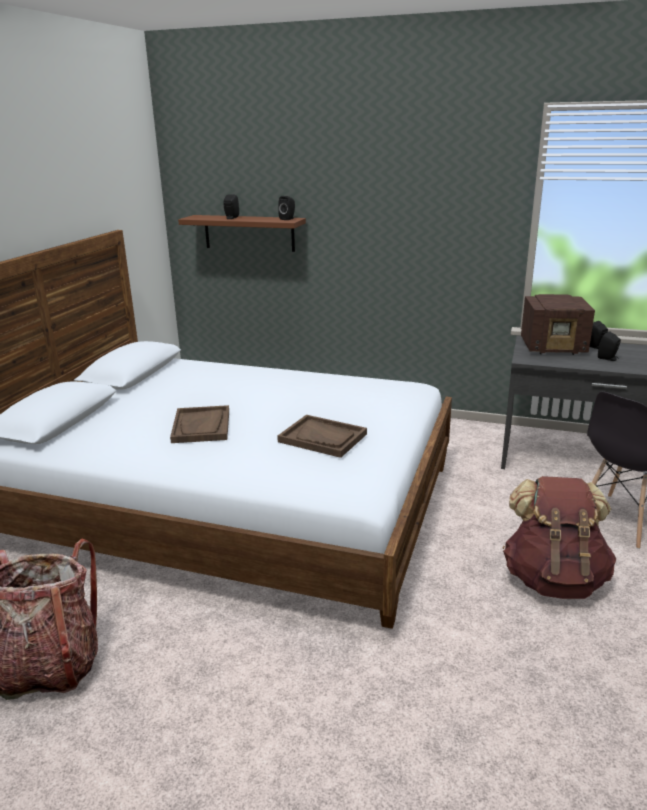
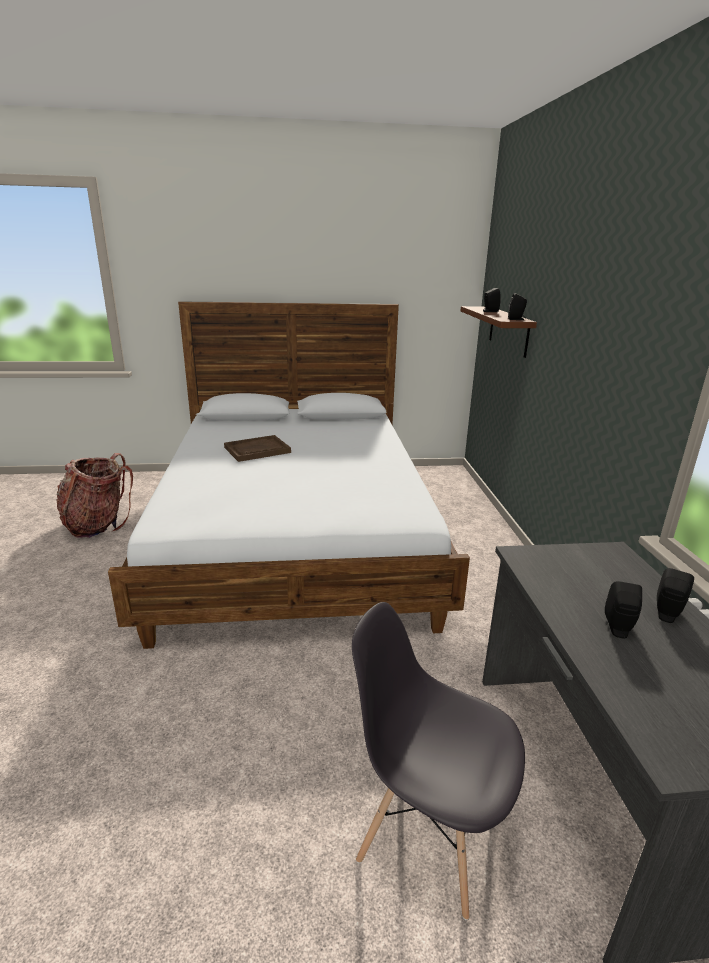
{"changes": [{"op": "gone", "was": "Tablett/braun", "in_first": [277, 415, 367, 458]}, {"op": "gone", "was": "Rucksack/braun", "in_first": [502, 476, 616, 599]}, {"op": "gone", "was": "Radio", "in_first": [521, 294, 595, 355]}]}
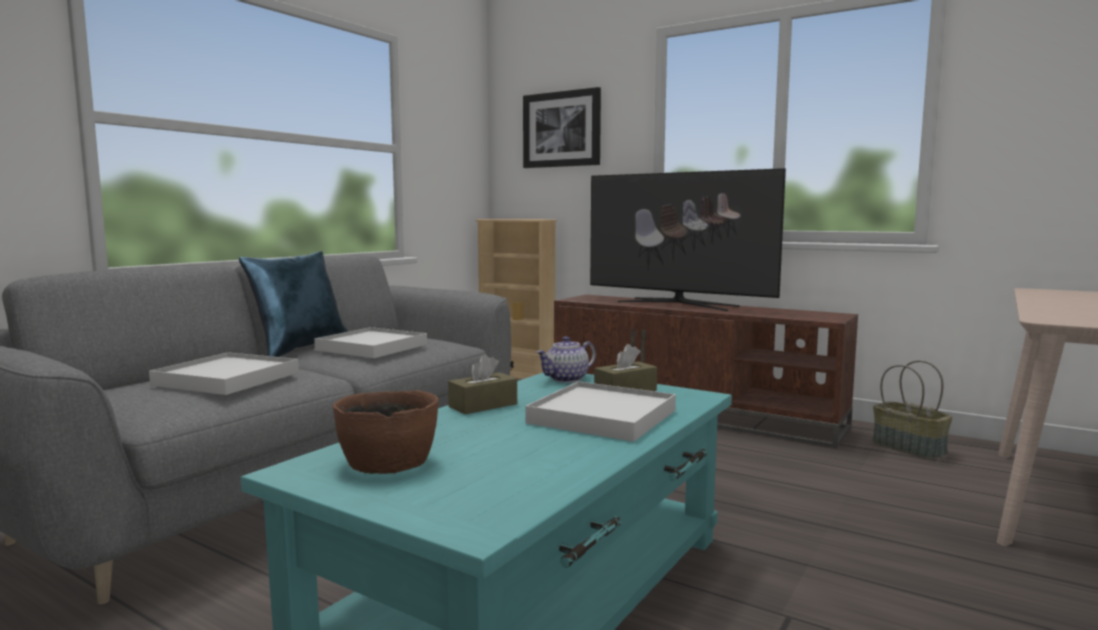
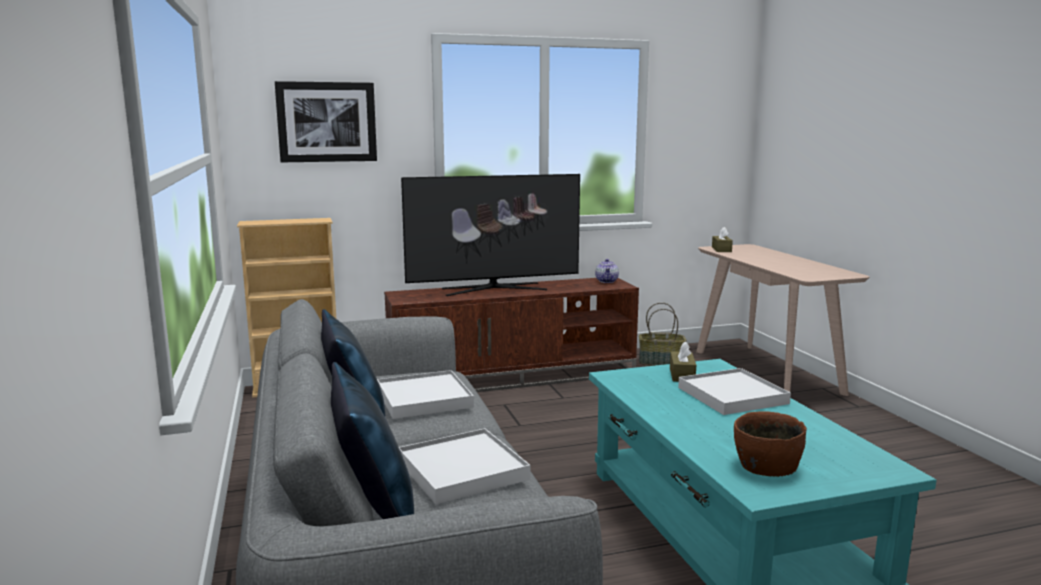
{"changes": [{"op": "new", "now": "Kissen/blau", "in_second": [331, 362, 414, 519]}, {"op": "shifted", "was": "Teekanne", "in_first": [536, 336, 596, 383], "in_second": [595, 259, 619, 283]}, {"op": "shifted", "was": "Taschentuchbox/braun", "in_first": [448, 354, 517, 414], "in_second": [712, 227, 733, 252]}]}
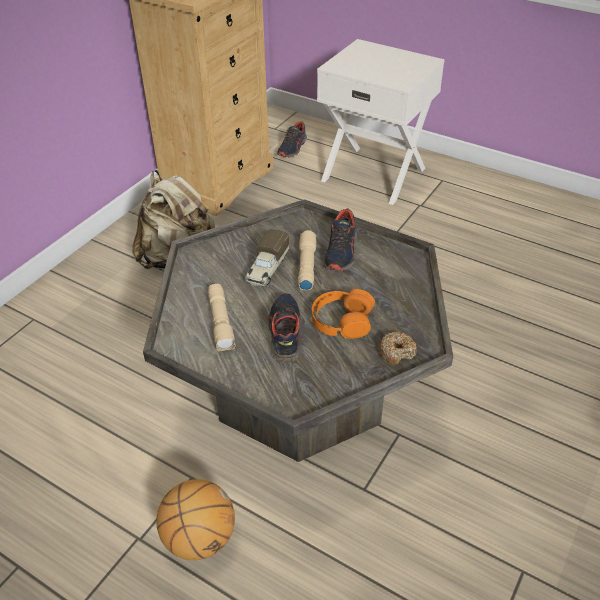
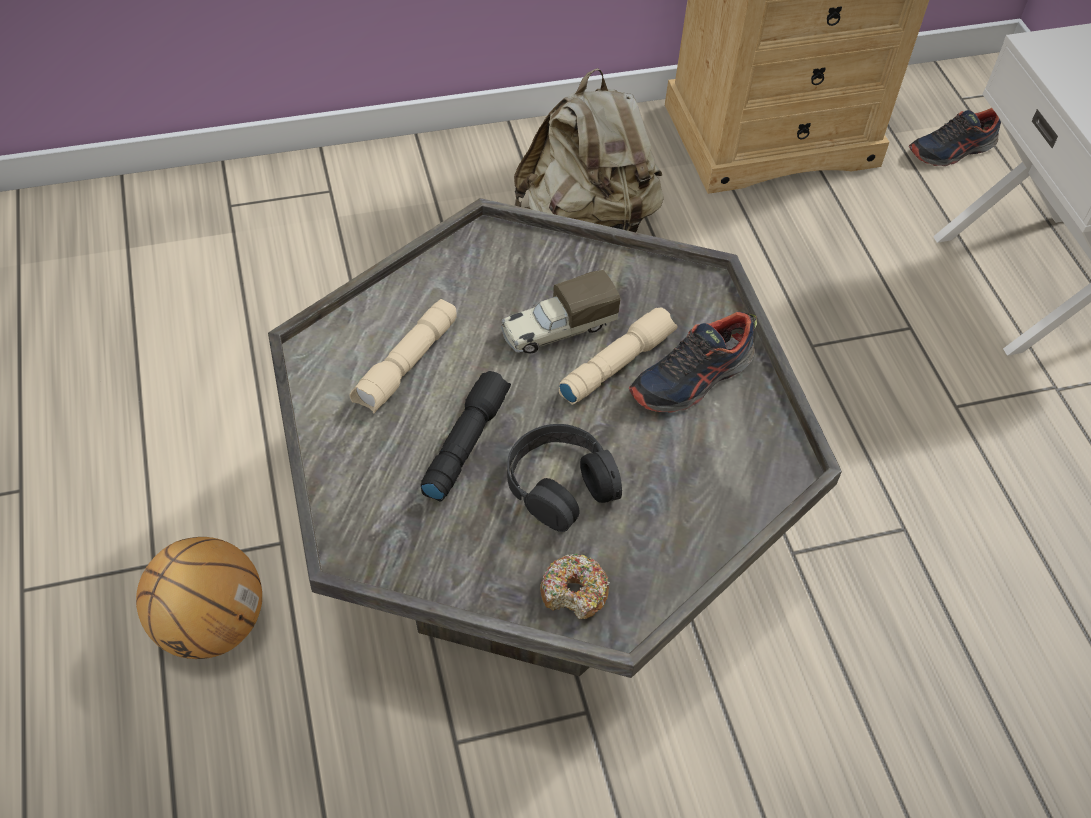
{"changes": [{"op": "swapped", "was": "Schuh", "now": "Taschenlampe/schwarz", "in_first": [268, 293, 300, 363], "in_second": [421, 371, 511, 502]}, {"op": "repainted", "was": "Kopfhörer/orange", "now": "Kopfhörer/schwarz", "in_first": [312, 289, 375, 339], "in_second": [507, 424, 622, 532]}]}
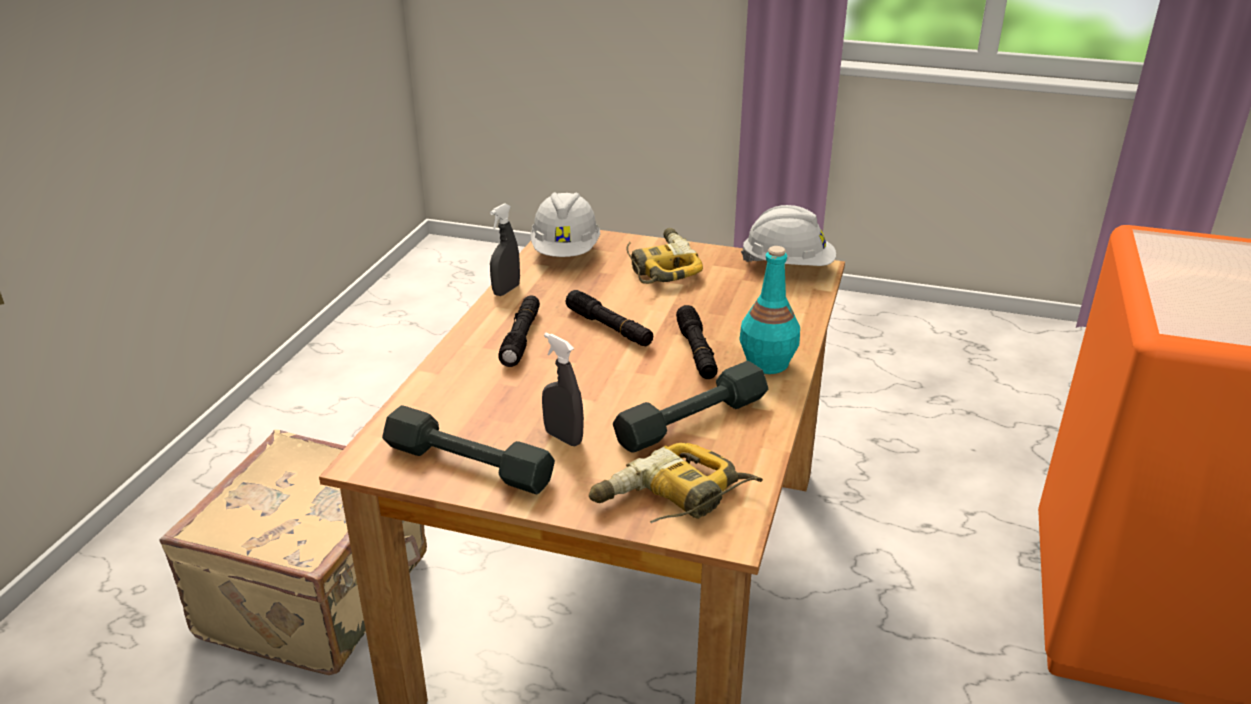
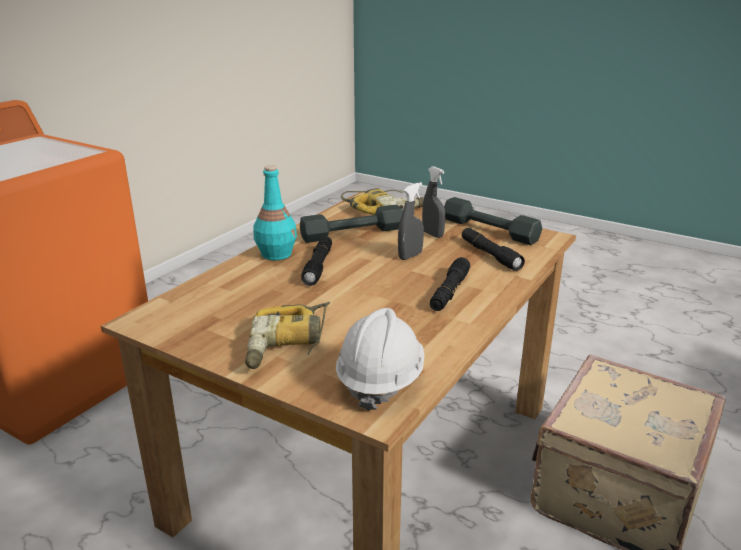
{"changes": [{"op": "shifted", "was": "Sprühflasche/grau", "in_first": [490, 203, 520, 296], "in_second": [398, 182, 424, 260]}, {"op": "shifted", "was": "Taschenlampe/schwarz", "in_first": [566, 290, 653, 346], "in_second": [462, 228, 525, 271]}, {"op": "gone", "was": "Schutzhelm/weiß", "in_first": [741, 205, 836, 266]}]}
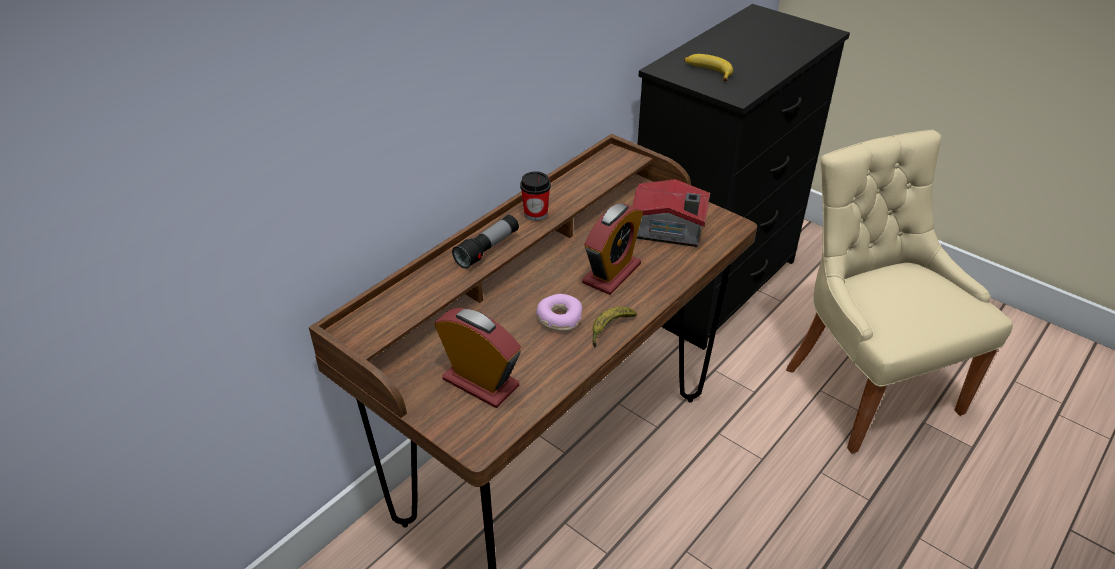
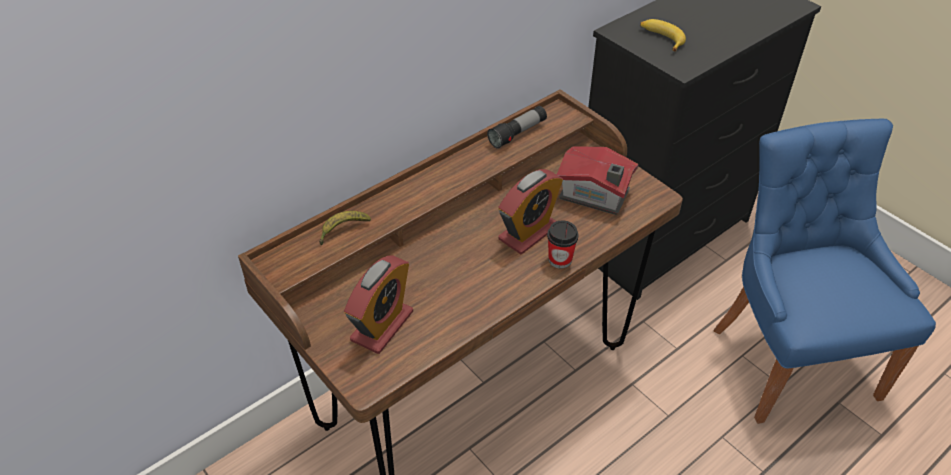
{"changes": [{"op": "shifted", "was": "Banane", "in_first": [592, 307, 637, 348], "in_second": [319, 211, 371, 245]}, {"op": "rotated", "was": "Wecker", "in_first": [434, 308, 521, 408], "in_second": [344, 255, 413, 354], "clockwise": 75}, {"op": "shifted", "was": "Taschenlampe", "in_first": [452, 215, 519, 269], "in_second": [487, 106, 547, 149]}, {"op": "shifted", "was": "Tasse", "in_first": [520, 171, 551, 221], "in_second": [547, 220, 578, 269]}, {"op": "repainted", "was": "Stuhl/beige", "now": "Stuhl/blau", "in_first": [786, 130, 1013, 454], "in_second": [714, 119, 936, 424]}, {"op": "gone", "was": "Donut", "in_first": [536, 294, 582, 331]}]}
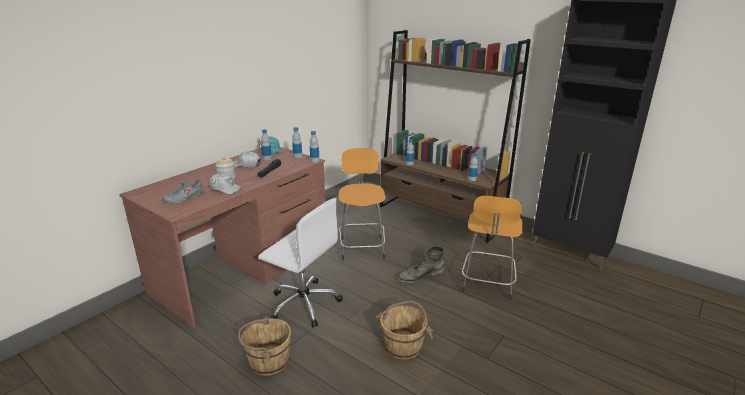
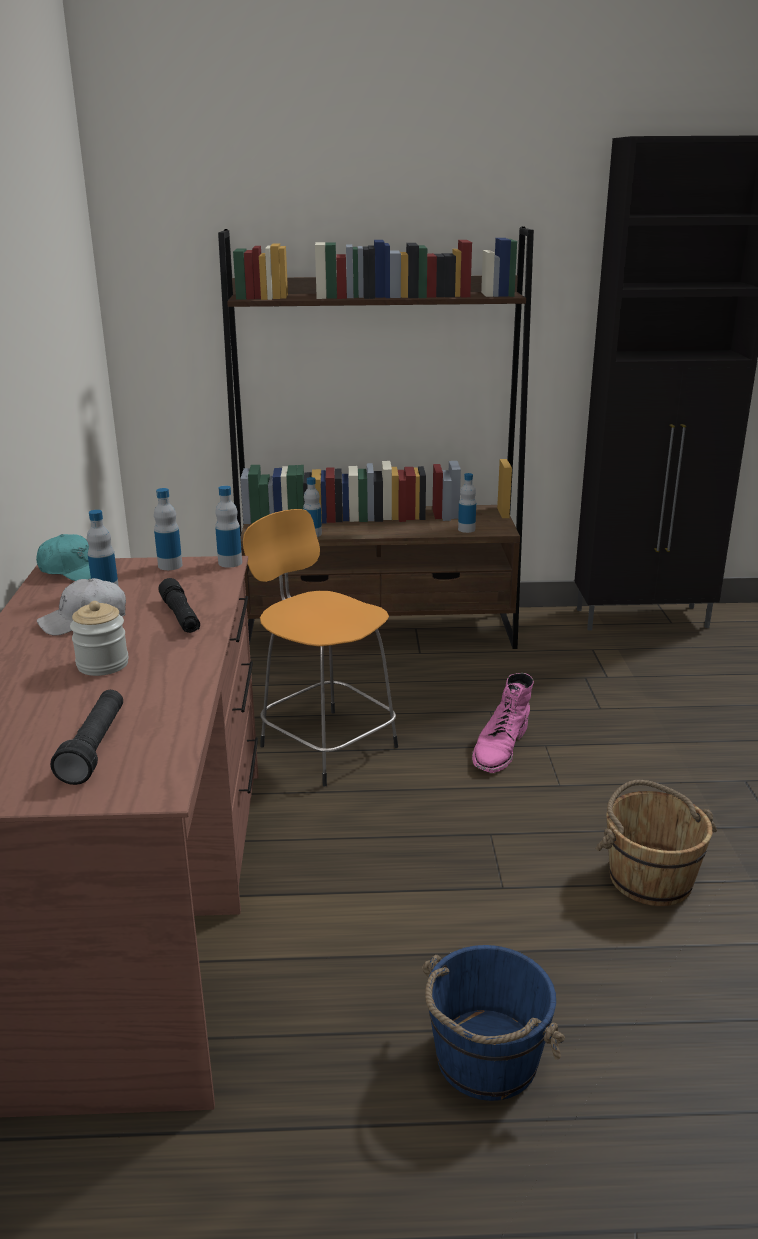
{"changes": [{"op": "swapped", "was": "Schuh/grau", "now": "Taschenlampe/schwarz", "in_first": [163, 179, 204, 204], "in_second": [50, 690, 123, 785]}, {"op": "repainted", "was": "Eimer/braun", "now": "Eimer/blau", "in_first": [238, 316, 291, 376], "in_second": [422, 945, 565, 1101]}, {"op": "repainted", "was": "Stiefel/grün", "now": "Stiefel/rosa", "in_first": [398, 246, 444, 283], "in_second": [472, 673, 534, 773]}, {"op": "gone", "was": "Kappe/weiß", "in_first": [209, 173, 243, 194]}, {"op": "gone", "was": "Bürostuhl/weiß", "in_first": [258, 198, 343, 328]}, {"op": "gone", "was": "Hocker/orange", "in_first": [462, 196, 523, 300]}]}
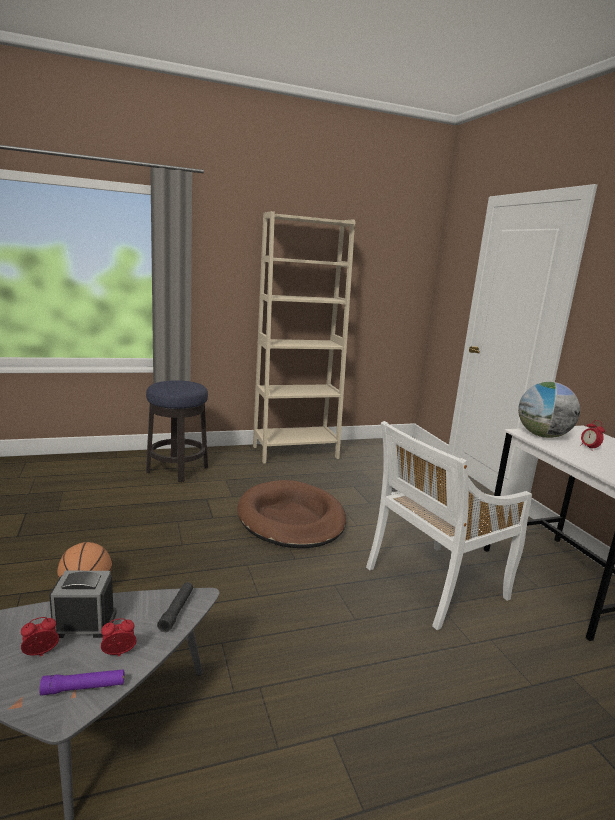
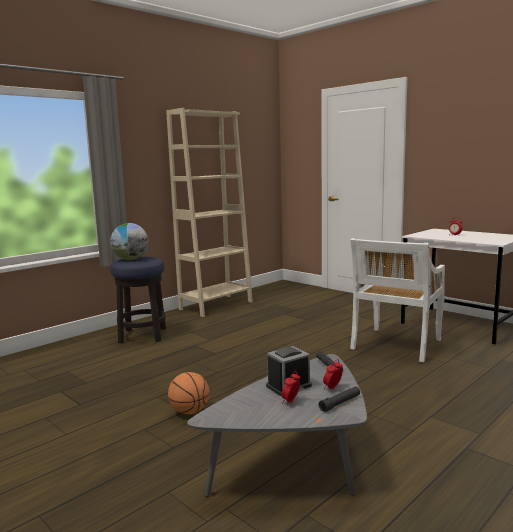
{"changes": [{"op": "shifted", "was": "Globus", "in_first": [518, 382, 580, 438], "in_second": [110, 223, 149, 260]}, {"op": "repainted", "was": "Taschenlampe/lila", "now": "Taschenlampe/schwarz", "in_first": [39, 669, 124, 696], "in_second": [319, 386, 360, 412]}, {"op": "gone", "was": "Hundebett/braun", "in_first": [237, 480, 346, 548]}]}
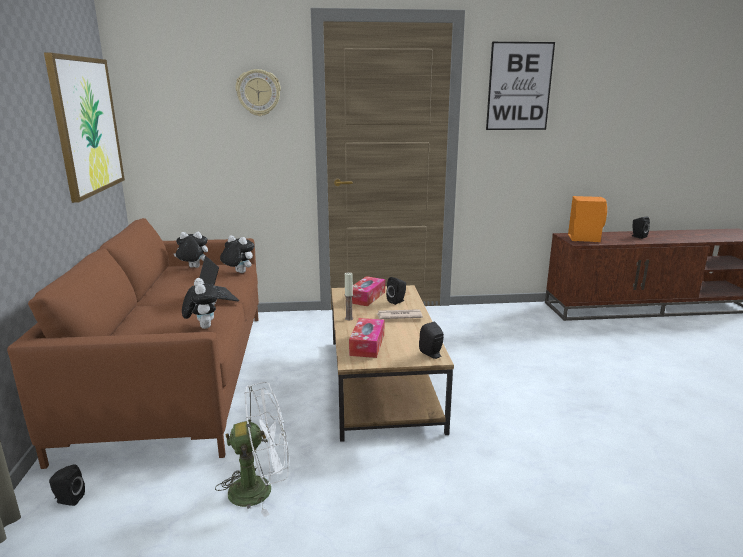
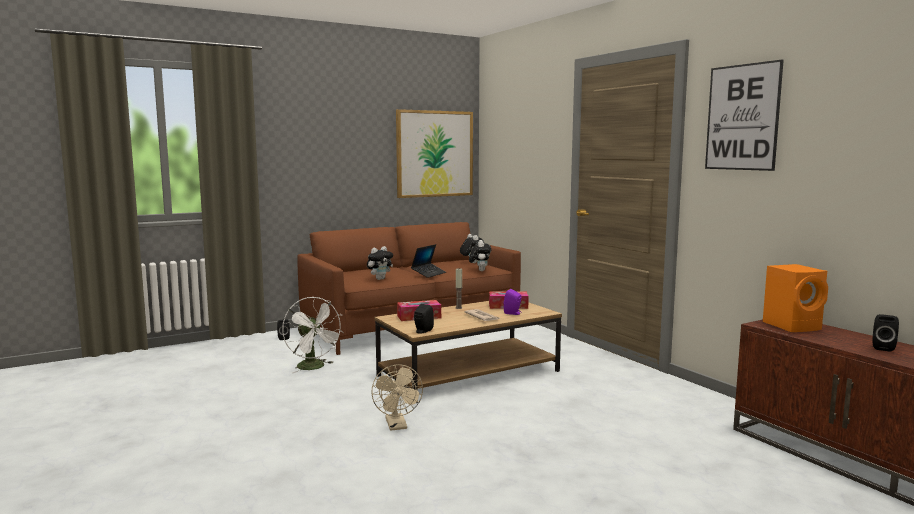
{"changes": [{"op": "new", "now": "Ventilator/beige", "in_second": [371, 364, 423, 431]}, {"op": "repainted", "was": "Lautsprecher/schwarz", "now": "Lautsprecher/lila", "in_first": [386, 277, 406, 305], "in_second": [504, 289, 522, 315]}, {"op": "gone", "was": "Wanduhr", "in_first": [236, 69, 281, 116]}]}
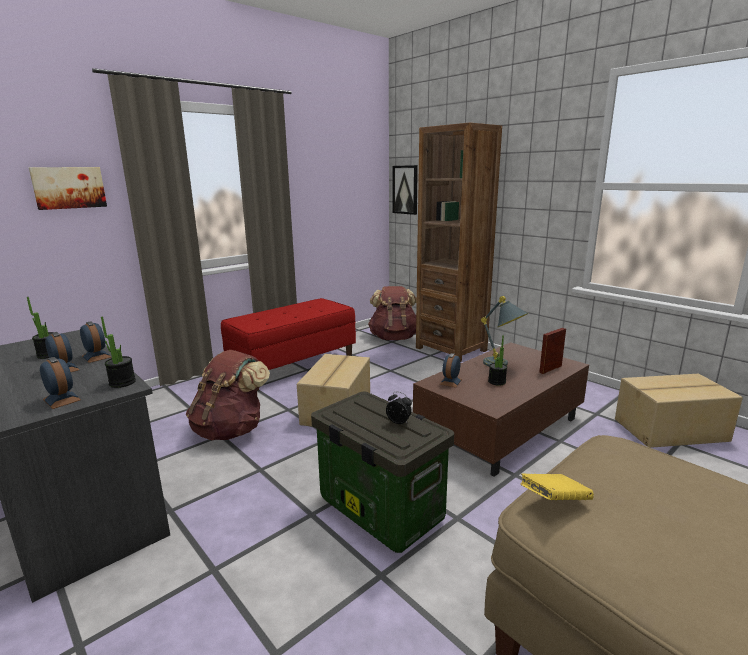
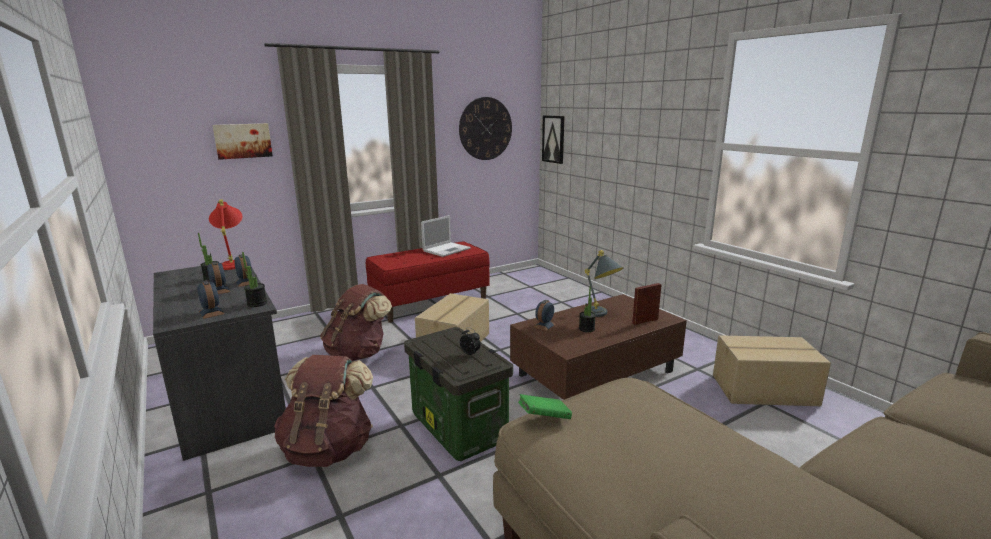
{"changes": [{"op": "new", "now": "Tischlampe/rot", "in_second": [209, 199, 243, 270]}, {"op": "shifted", "was": "Rucksack/braun", "in_first": [368, 286, 417, 340], "in_second": [274, 355, 373, 467]}, {"op": "new", "now": "Laptop", "in_second": [421, 215, 471, 257]}, {"op": "new", "now": "Wanduhr", "in_second": [459, 97, 512, 160]}, {"op": "repainted", "was": "Buch/gelb", "now": "Buch/grün", "in_first": [520, 474, 594, 500], "in_second": [518, 394, 572, 419]}, {"op": "gone", "was": "Bücherregal/braun", "in_first": [416, 123, 502, 362]}]}
